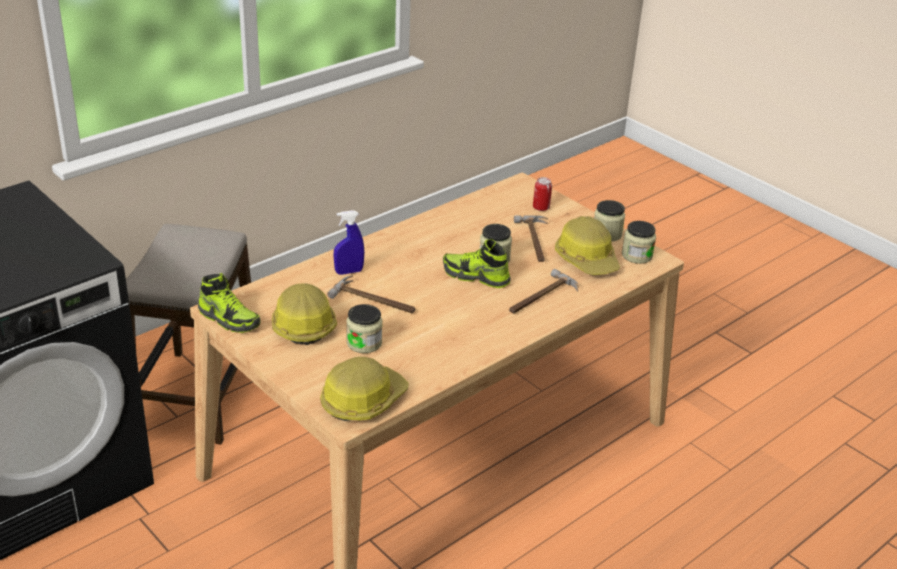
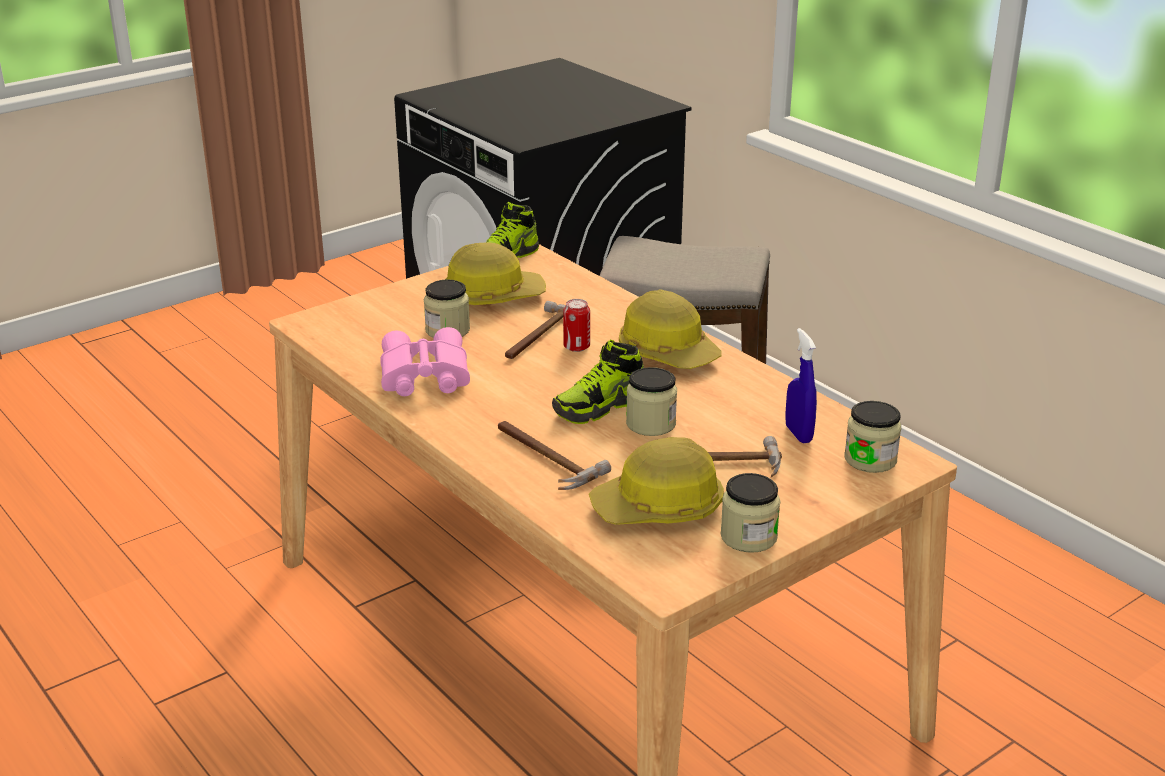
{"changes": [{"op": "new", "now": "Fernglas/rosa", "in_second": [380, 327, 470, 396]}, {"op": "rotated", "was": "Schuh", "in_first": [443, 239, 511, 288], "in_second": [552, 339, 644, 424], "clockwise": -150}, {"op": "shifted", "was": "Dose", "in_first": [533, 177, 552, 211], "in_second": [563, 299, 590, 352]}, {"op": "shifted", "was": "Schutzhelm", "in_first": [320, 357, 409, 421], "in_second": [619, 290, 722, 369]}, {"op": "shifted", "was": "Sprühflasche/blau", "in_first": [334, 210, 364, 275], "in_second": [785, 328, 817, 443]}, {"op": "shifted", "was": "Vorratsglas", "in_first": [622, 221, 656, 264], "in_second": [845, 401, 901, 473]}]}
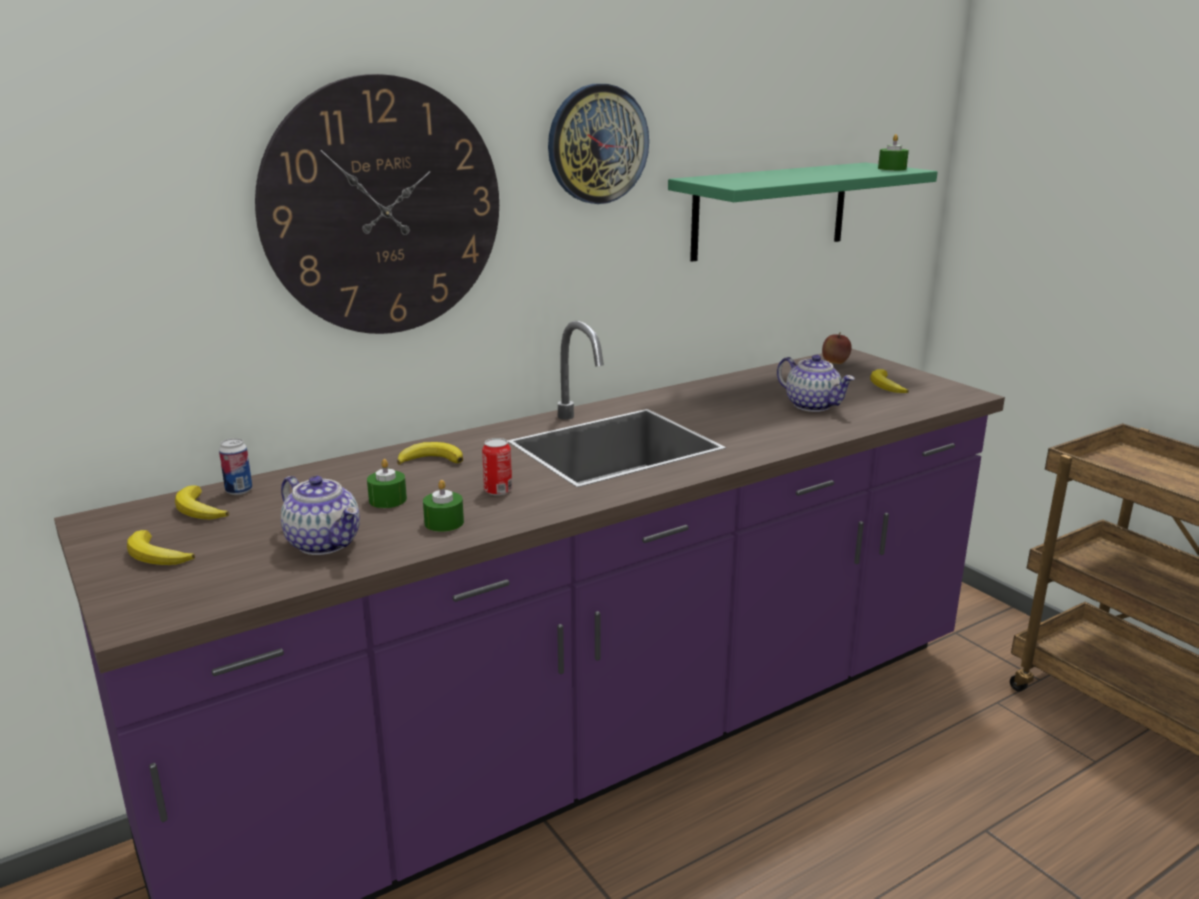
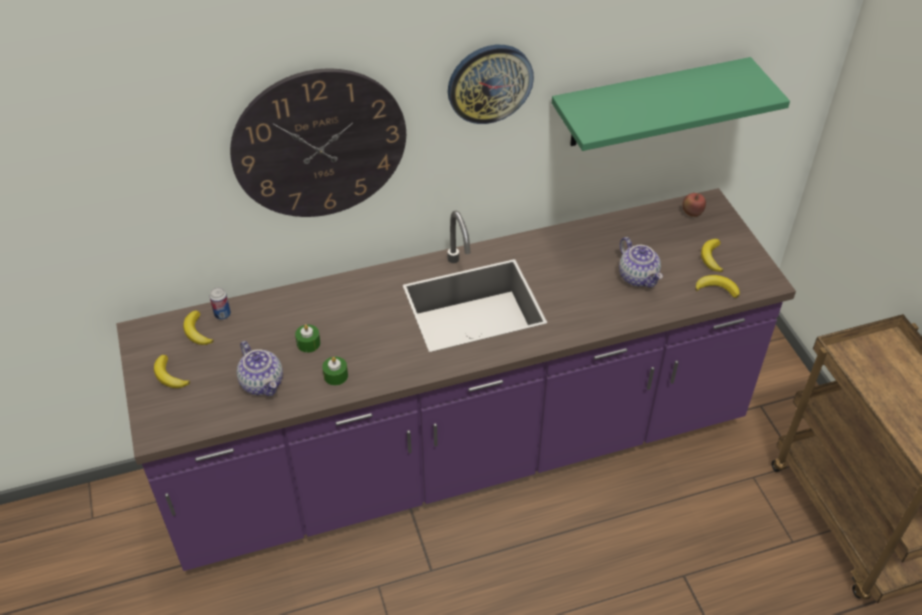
{"changes": [{"op": "shifted", "was": "Banane", "in_first": [397, 442, 463, 465], "in_second": [695, 275, 740, 298]}, {"op": "gone", "was": "Dose", "in_first": [482, 438, 512, 496]}, {"op": "gone", "was": "Kerze/grün", "in_first": [878, 134, 909, 170]}]}
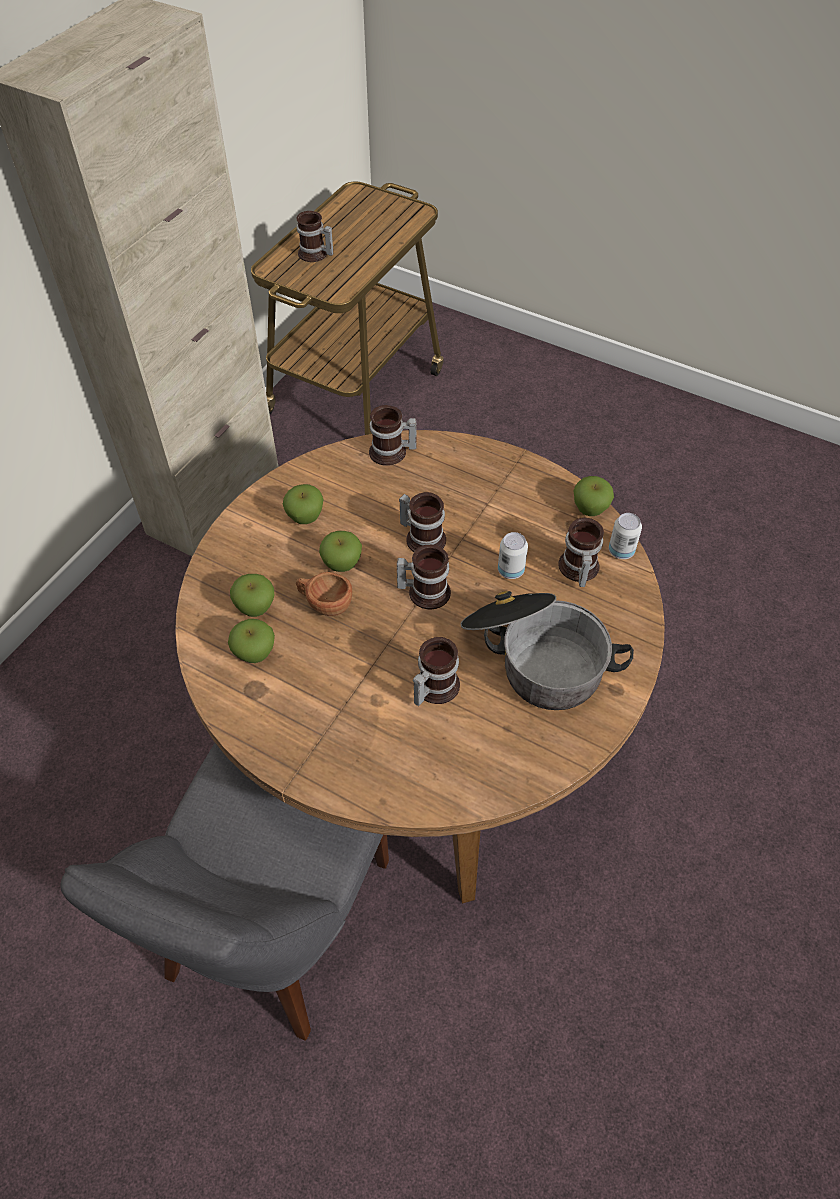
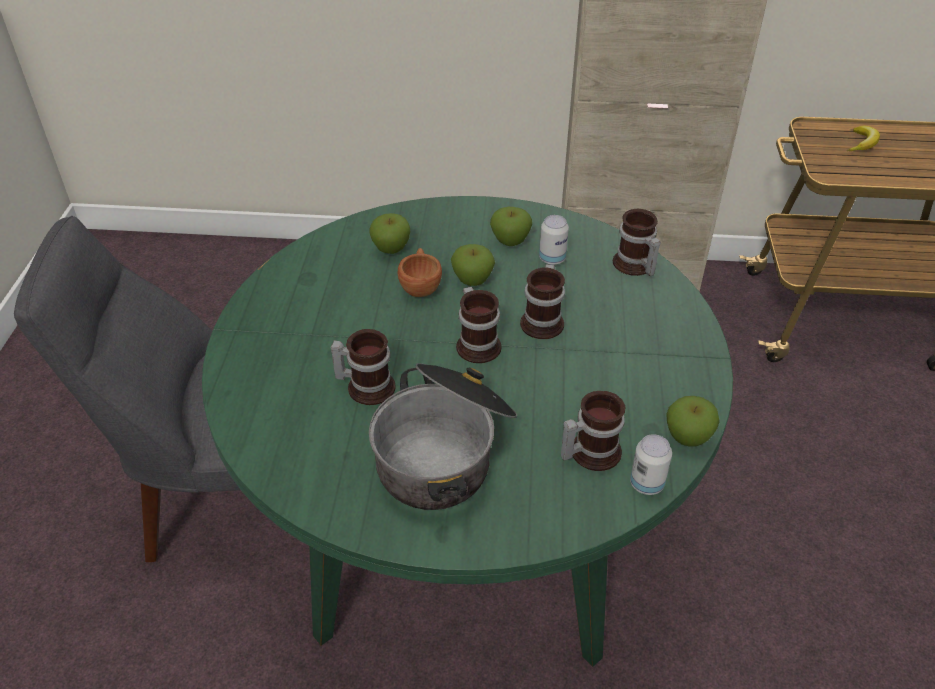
{"changes": [{"op": "repainted", "was": "Esstisch/braun", "now": "Esstisch/grün", "in_first": [175, 430, 665, 904], "in_second": [202, 196, 733, 667]}, {"op": "shifted", "was": "Dose", "in_first": [498, 532, 528, 579], "in_second": [539, 215, 569, 265]}, {"op": "swapped", "was": "Henkelbecher", "now": "Banane", "in_first": [296, 211, 333, 262], "in_second": [847, 126, 880, 151]}, {"op": "gone", "was": "Apfel", "in_first": [228, 619, 275, 663]}]}
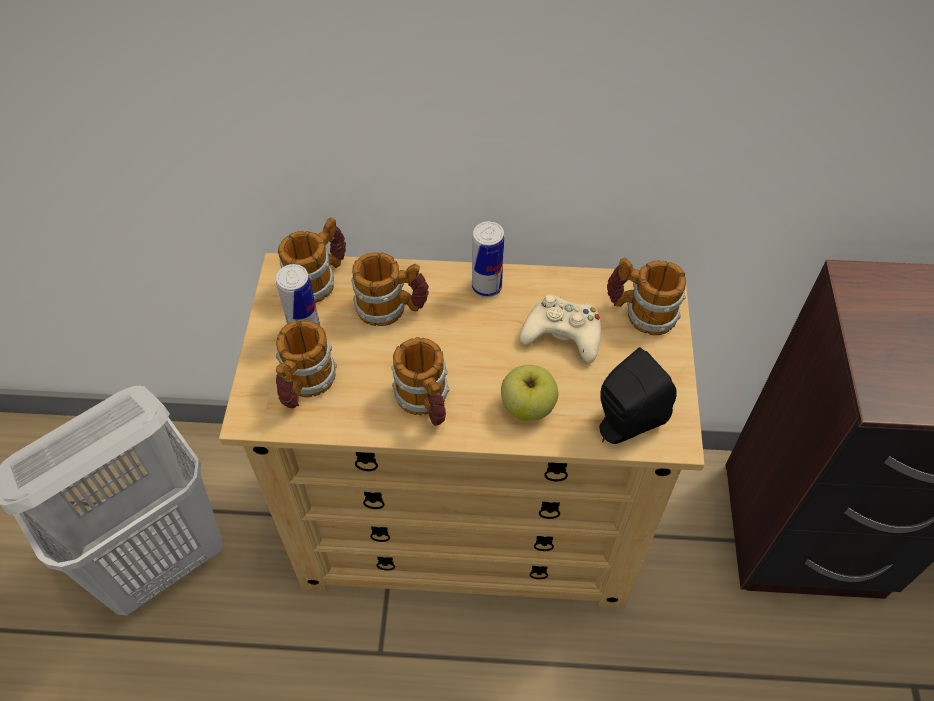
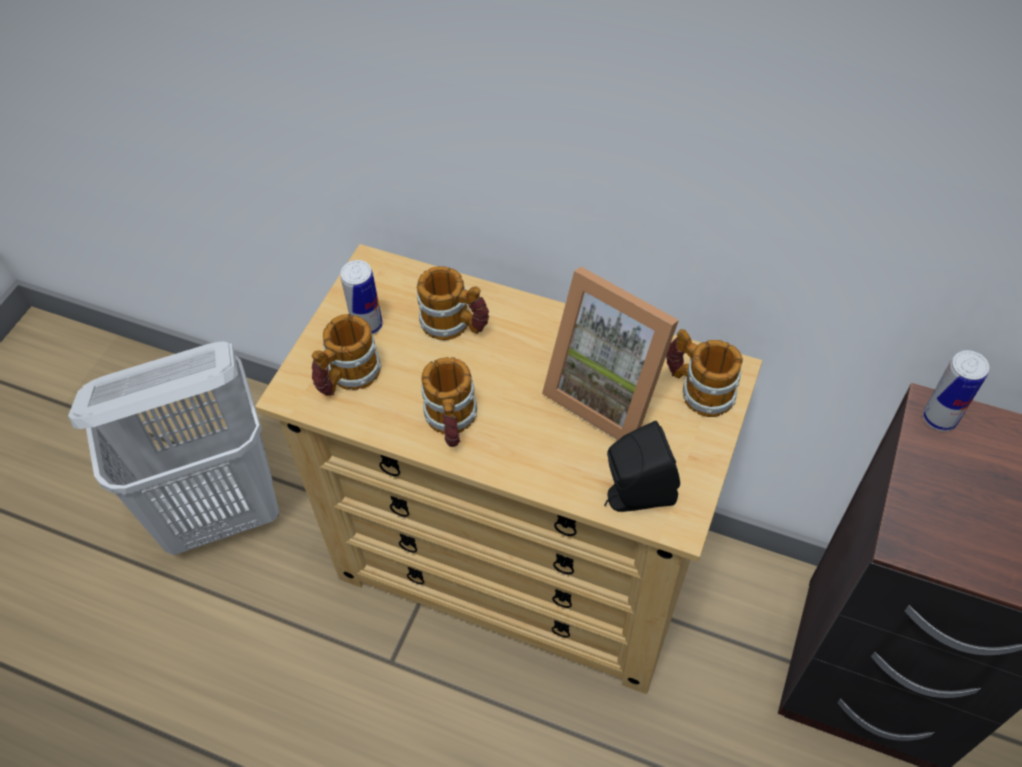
{"changes": [{"op": "swapped", "was": "Gamepad/beige", "now": "Bilderrahmen", "in_first": [519, 294, 601, 363], "in_second": [542, 267, 679, 440]}, {"op": "shifted", "was": "Dose", "in_first": [472, 221, 504, 297], "in_second": [923, 350, 989, 431]}, {"op": "gone", "was": "Henkelbecher", "in_first": [278, 218, 346, 303]}, {"op": "gone", "was": "Apfel", "in_first": [501, 365, 558, 421]}]}
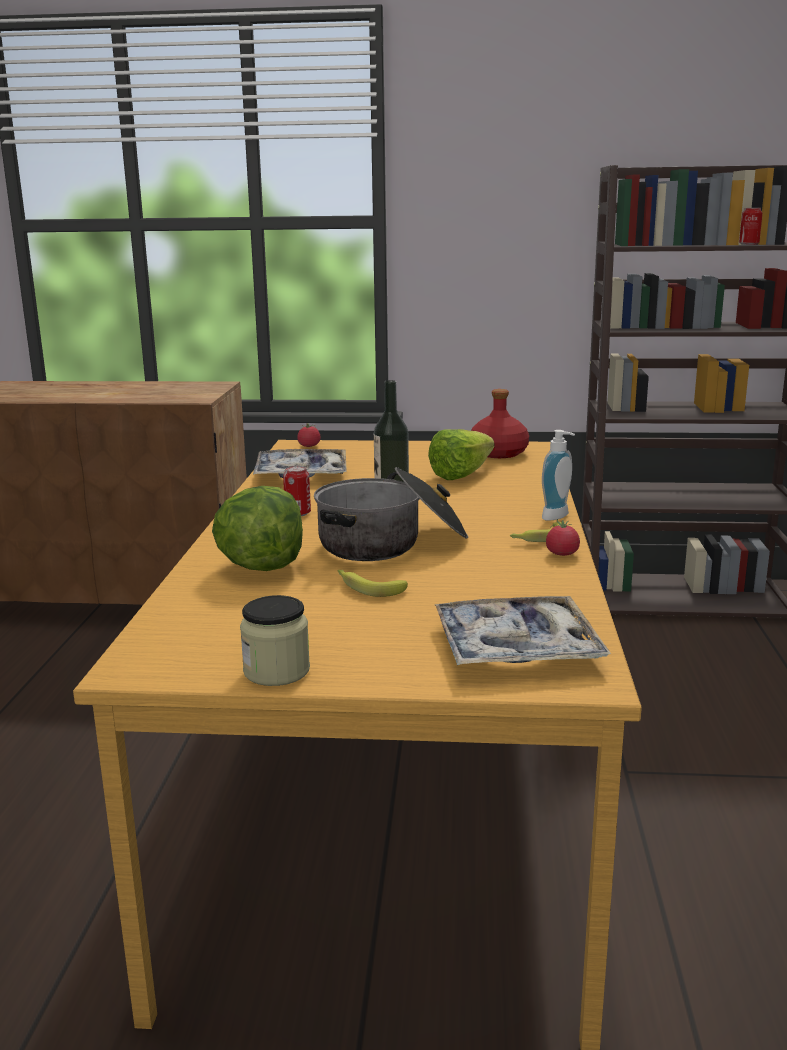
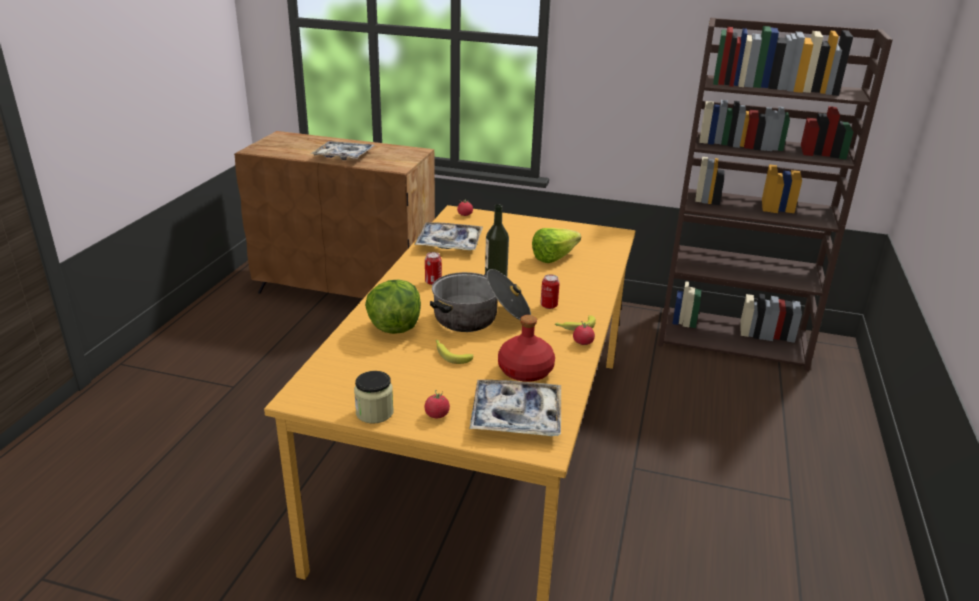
{"changes": [{"op": "new", "now": "Tablett", "in_second": [310, 141, 375, 160]}, {"op": "new", "now": "Tomate", "in_second": [424, 390, 450, 418]}, {"op": "shifted", "was": "Flasche/rot", "in_first": [471, 389, 529, 458], "in_second": [498, 315, 555, 382]}, {"op": "shifted", "was": "Dose", "in_first": [739, 208, 762, 245], "in_second": [540, 274, 560, 309]}, {"op": "gone", "was": "Seifenspender", "in_first": [542, 430, 575, 521]}]}
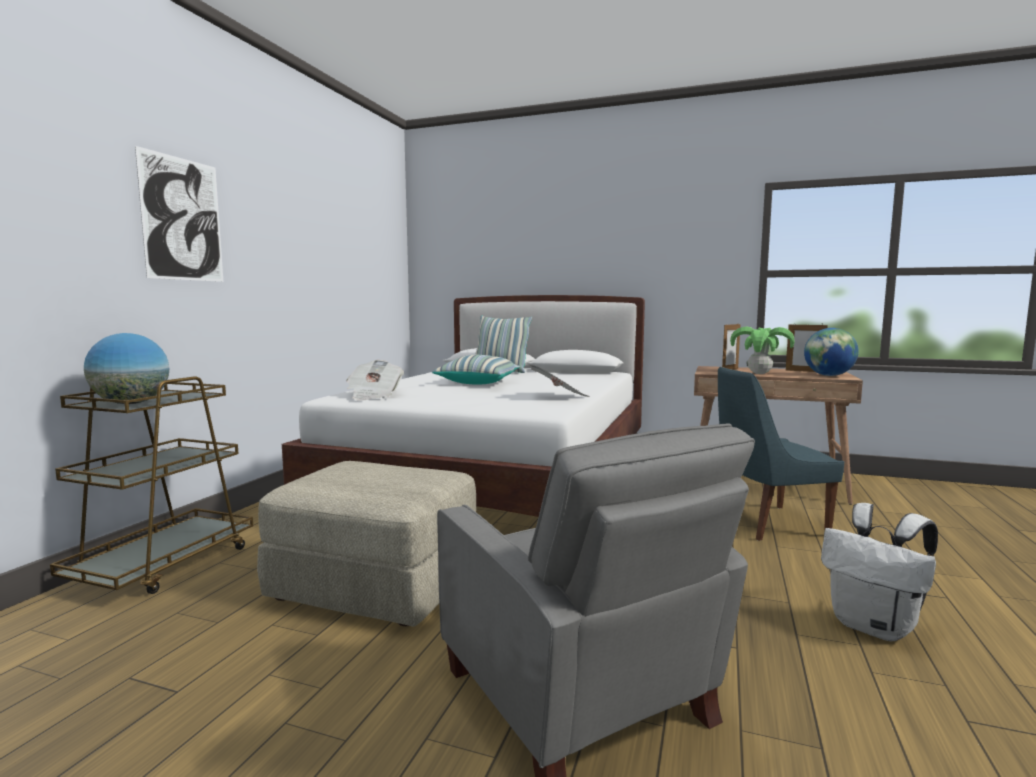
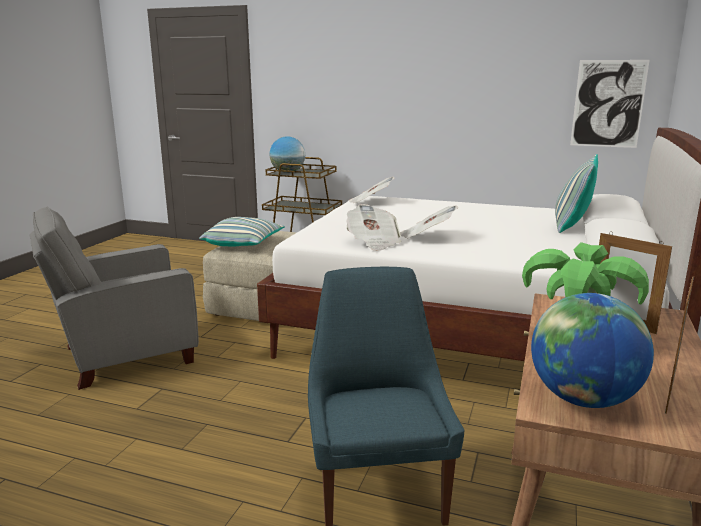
{"changes": [{"op": "shifted", "was": "Kissen", "in_first": [432, 355, 521, 385], "in_second": [199, 217, 285, 246]}, {"op": "new", "now": "Zeitung", "in_second": [400, 206, 458, 239]}, {"op": "shifted", "was": "Bild", "in_first": [135, 146, 224, 282], "in_second": [570, 60, 650, 148]}, {"op": "gone", "was": "Rucksack/weiß", "in_first": [821, 503, 938, 641]}]}
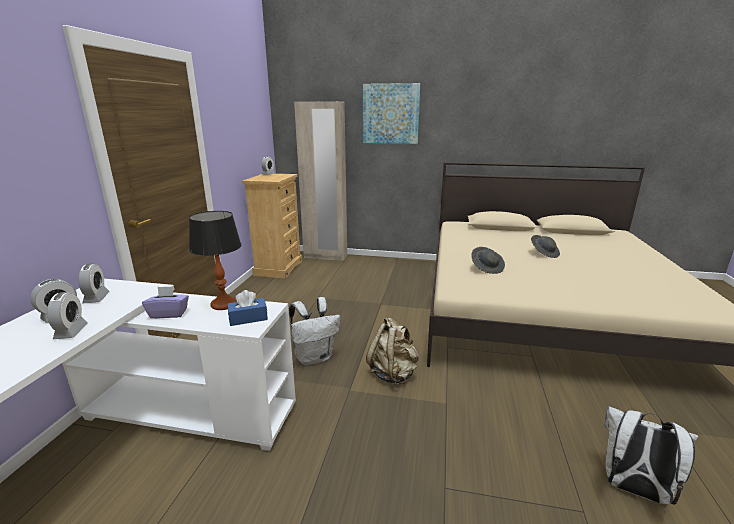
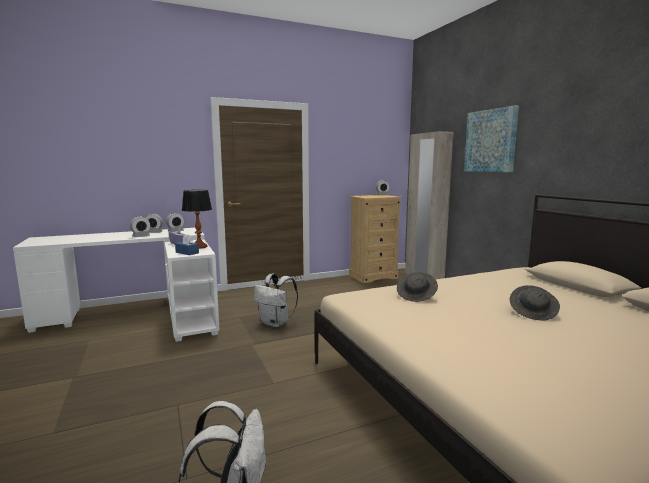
{"changes": [{"op": "gone", "was": "Rucksack/beige", "in_first": [366, 317, 419, 385]}]}
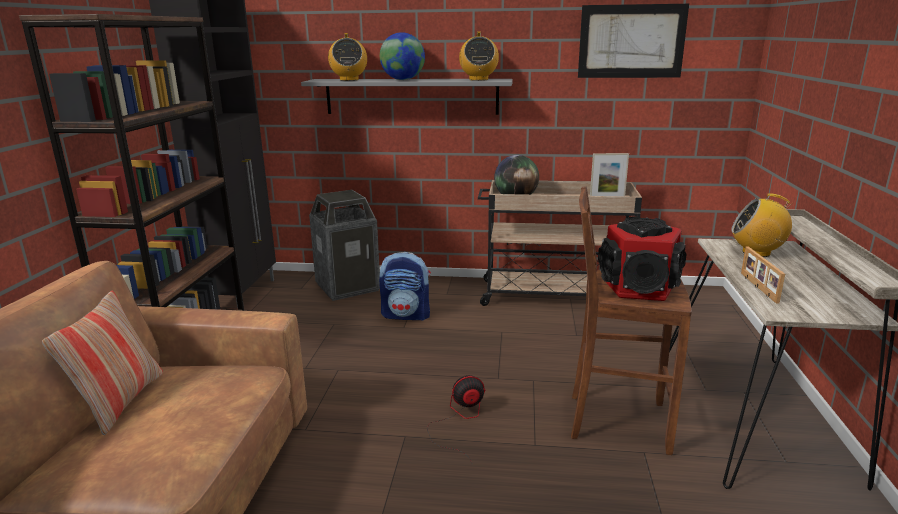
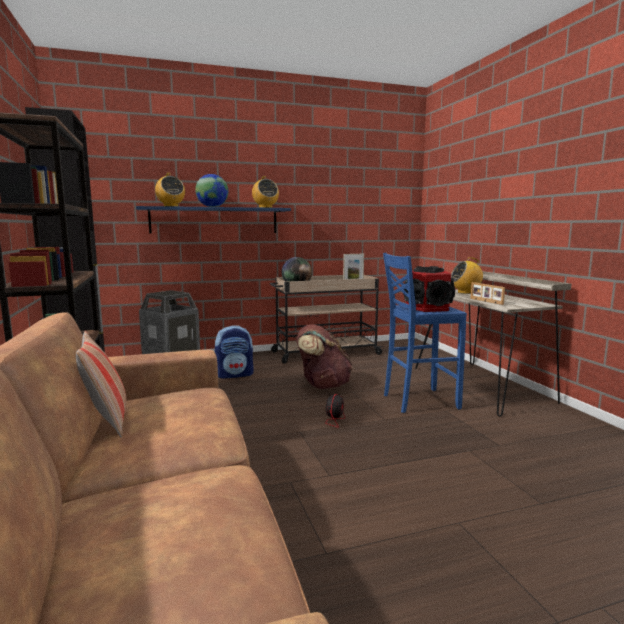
{"changes": [{"op": "repainted", "was": "Wandregal/grau", "now": "Wandregal/blau", "in_first": [301, 79, 513, 115], "in_second": [136, 206, 291, 234]}, {"op": "rotated", "was": "Ventilator", "in_first": [427, 375, 485, 465], "in_second": [288, 394, 345, 428], "clockwise": 150}, {"op": "new", "now": "Rucksack/braun", "in_second": [296, 324, 353, 389]}, {"op": "repainted", "was": "Hocker/braun", "now": "Hocker/blau", "in_first": [571, 187, 692, 455], "in_second": [383, 253, 467, 413]}, {"op": "gone", "was": "Bild", "in_first": [578, 4, 689, 78]}]}
